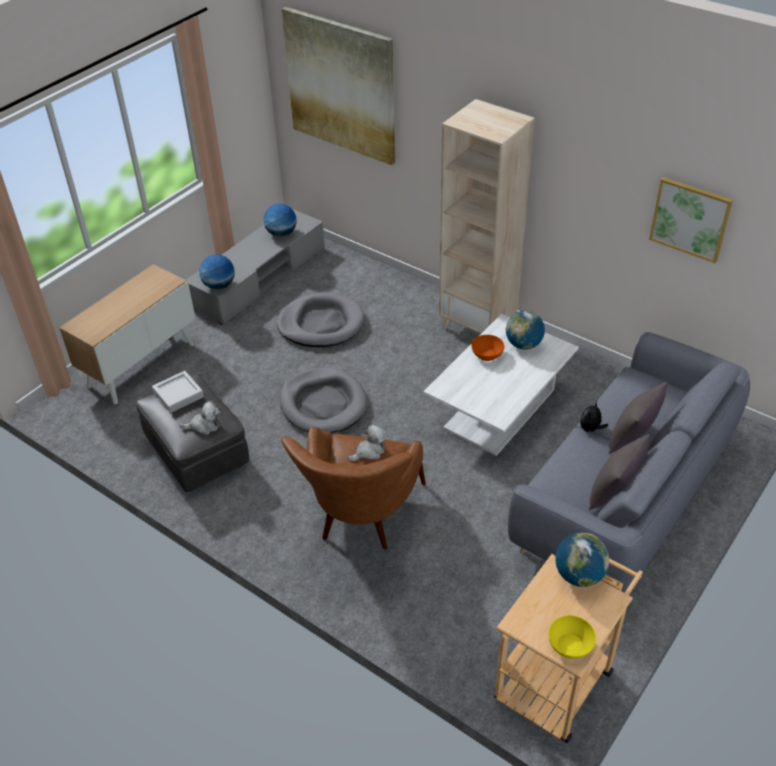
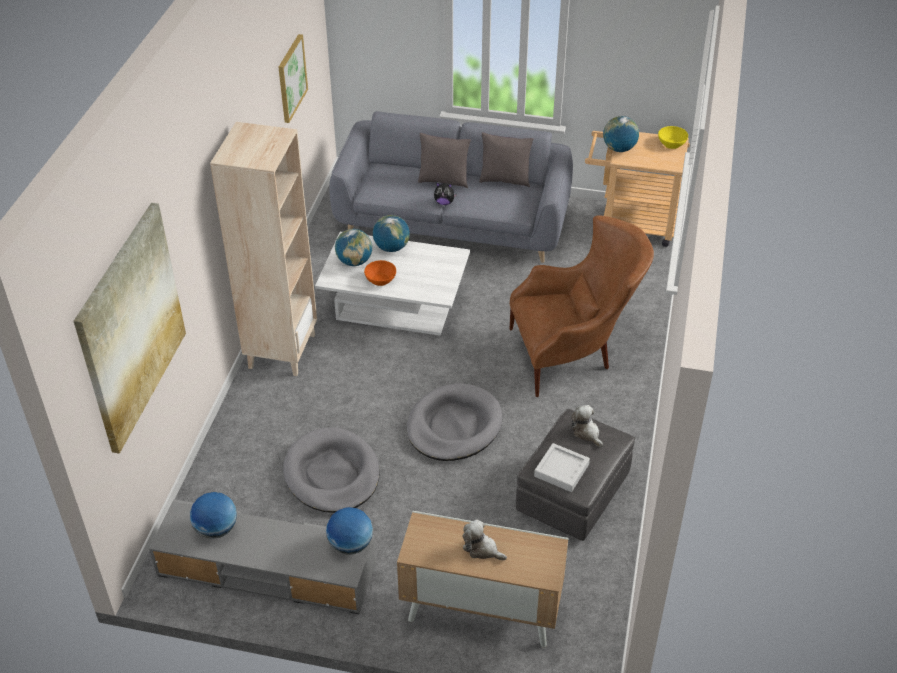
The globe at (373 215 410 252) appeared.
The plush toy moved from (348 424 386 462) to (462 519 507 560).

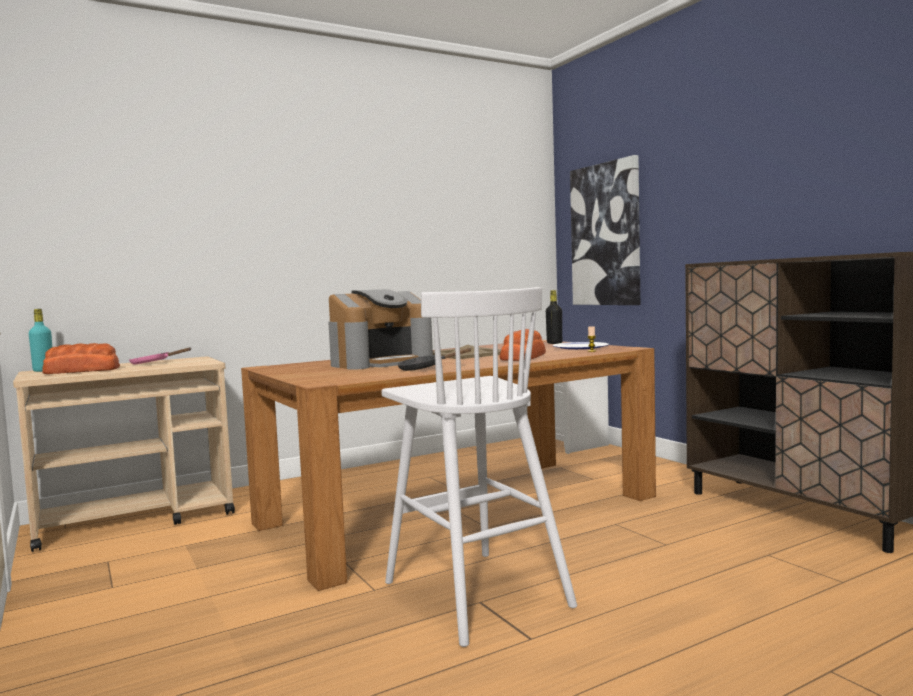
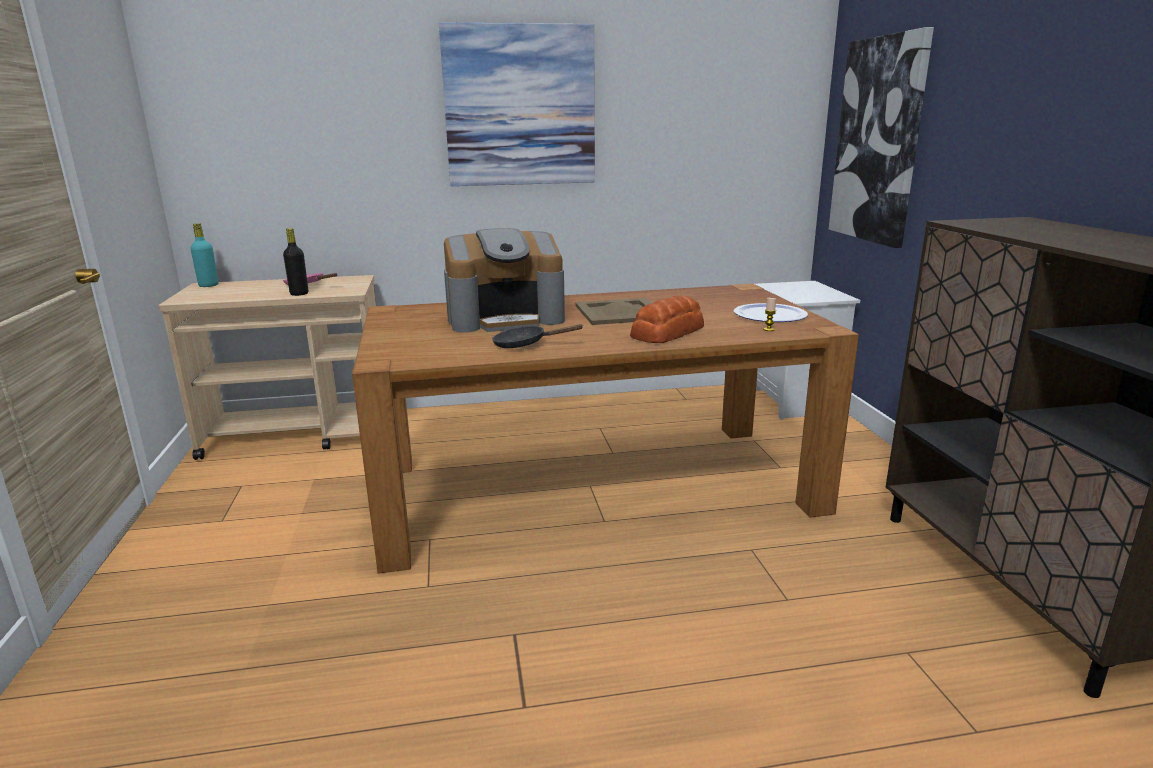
The bread at (42 343 120 374) disappeared.
The stool (white) at (381 287 577 647) disappeared.
The picture at (439 22 595 186) appeared.
The bottle (black) moved from (546 290 562 344) to (283 228 308 296).

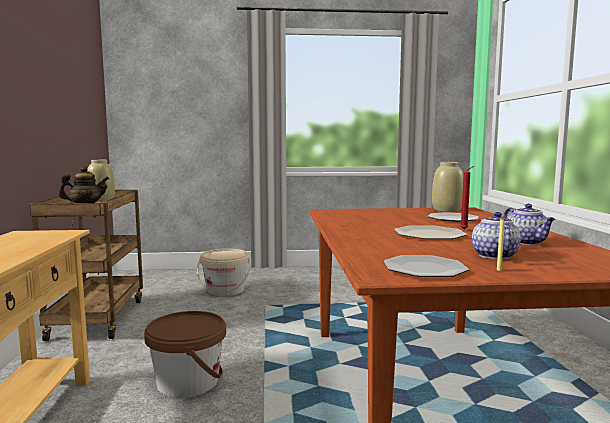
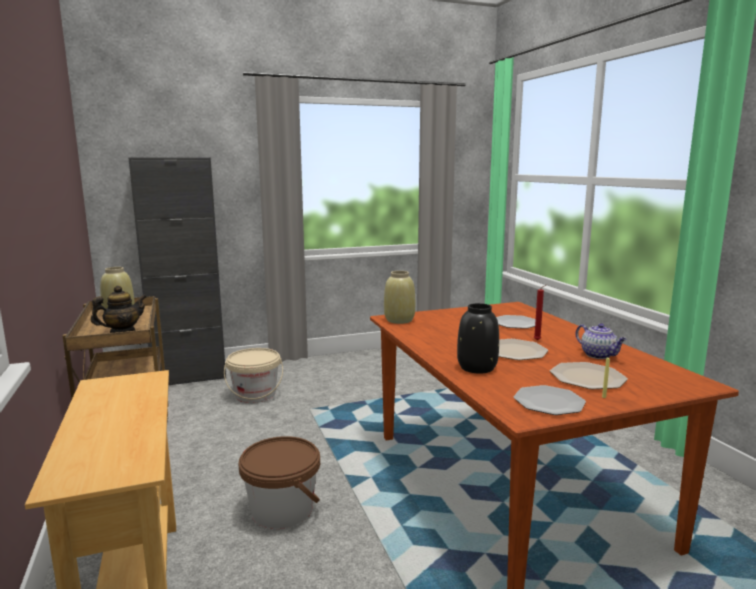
The cabinet (black) at (128 157 226 385) appeared.
The vase (black) at (457 303 499 374) appeared.
The vase (beige) moved from (432 162 463 212) to (384 271 415 324).
The teapot at (472 212 521 259) was replaced by the plate at (550 362 628 389).

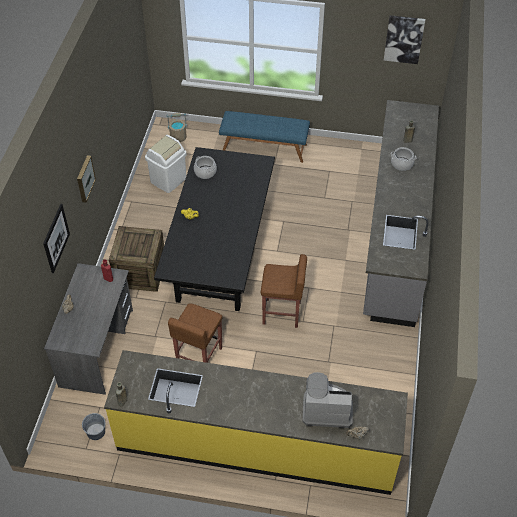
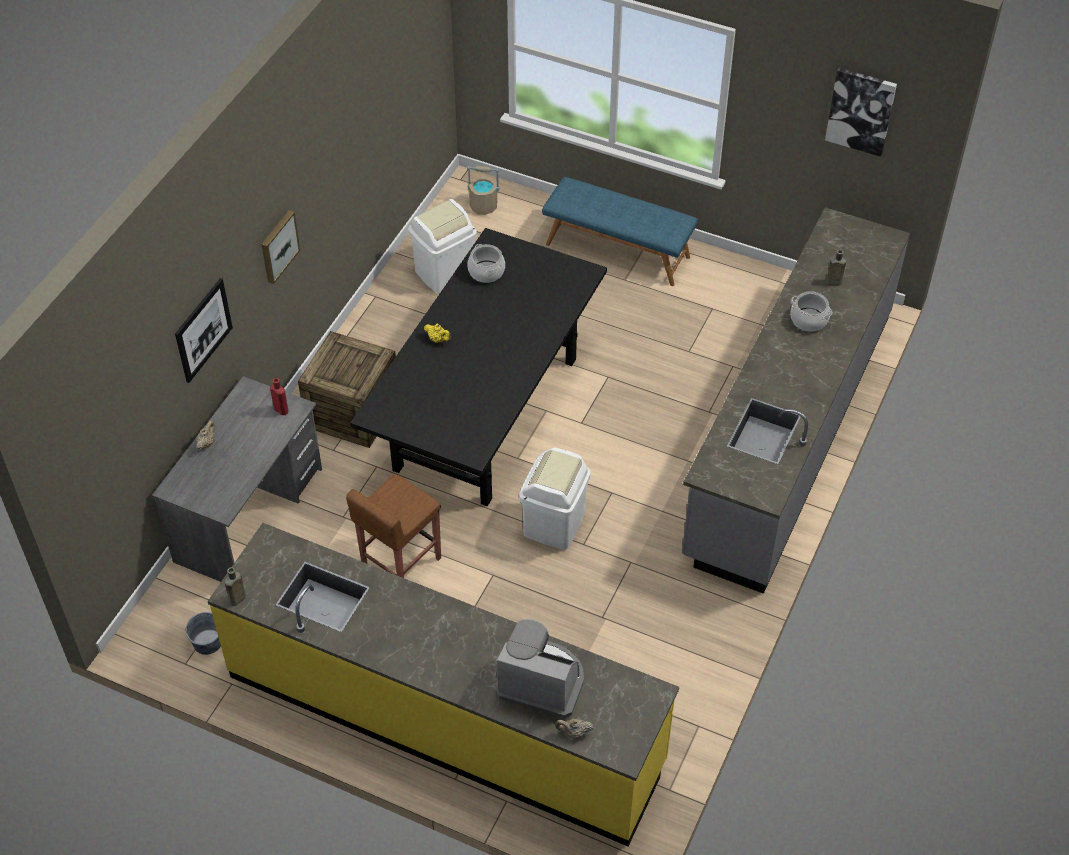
The stool (brown) at (261 254 307 328) was replaced by the trash can (white) at (519 448 591 550).

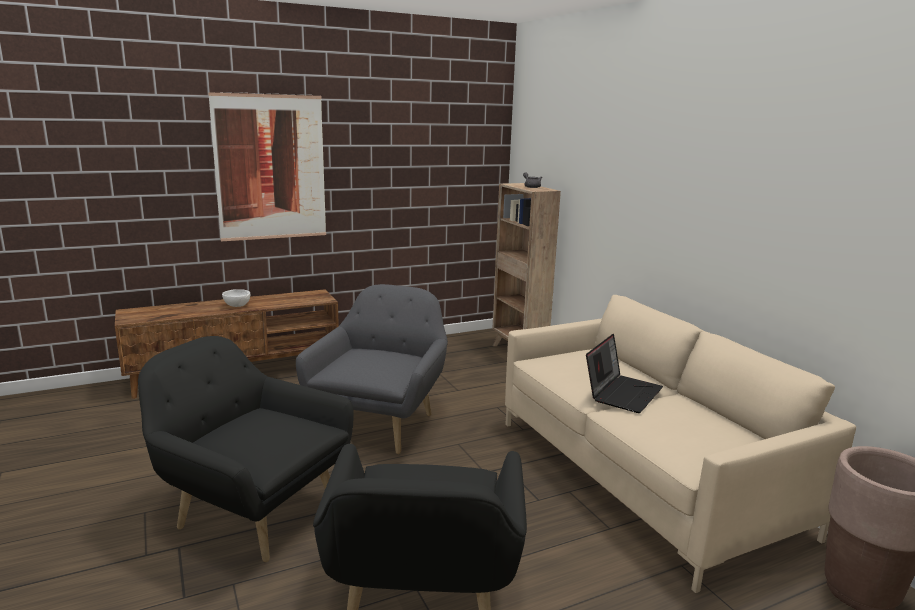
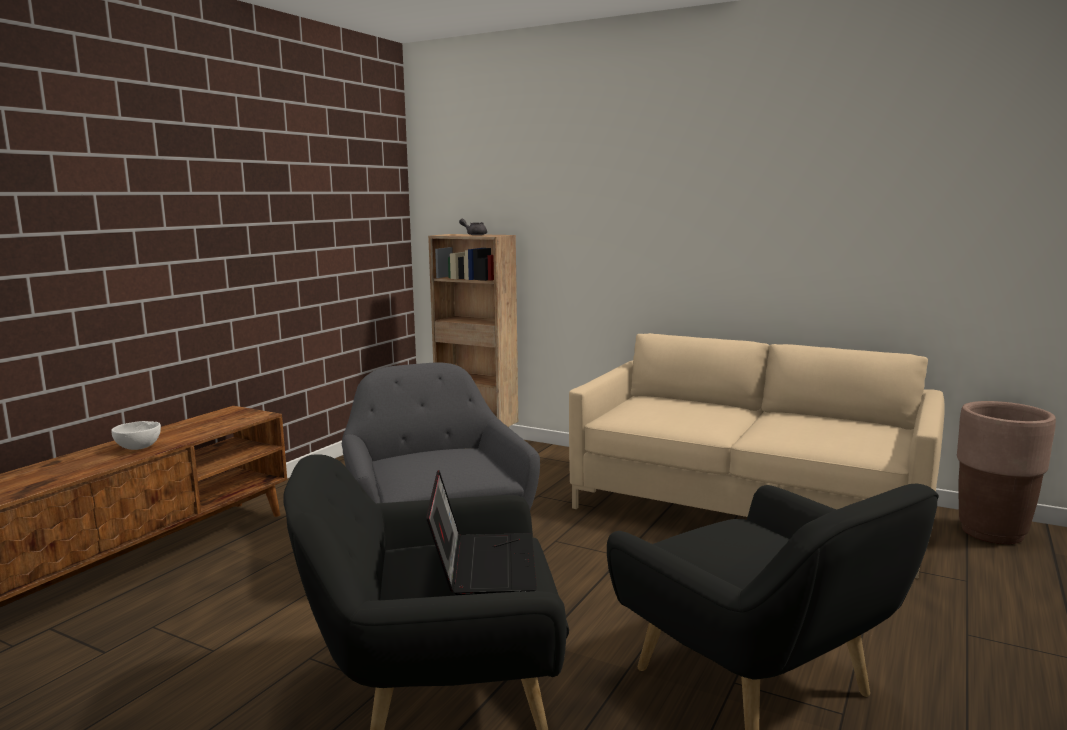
The picture at (208 92 326 241) disappeared.
The laptop moved from (586 334 663 413) to (426 470 537 595).

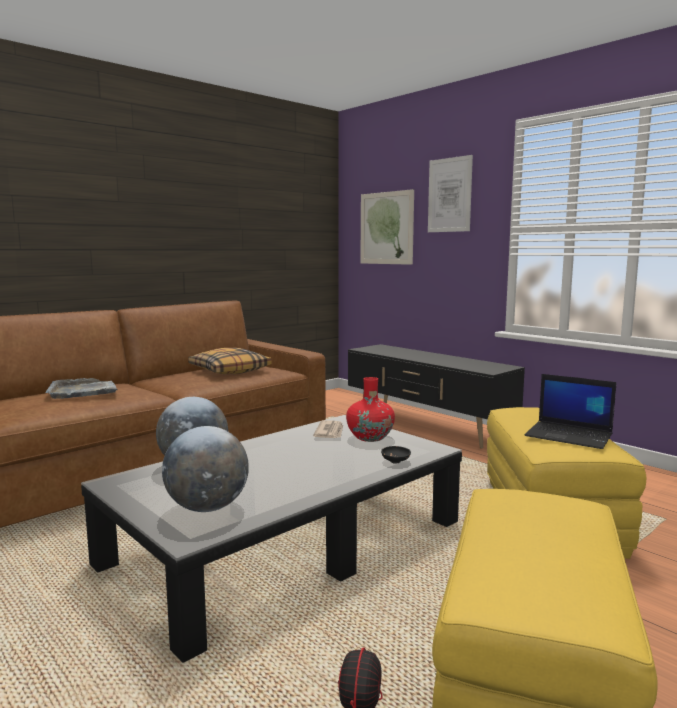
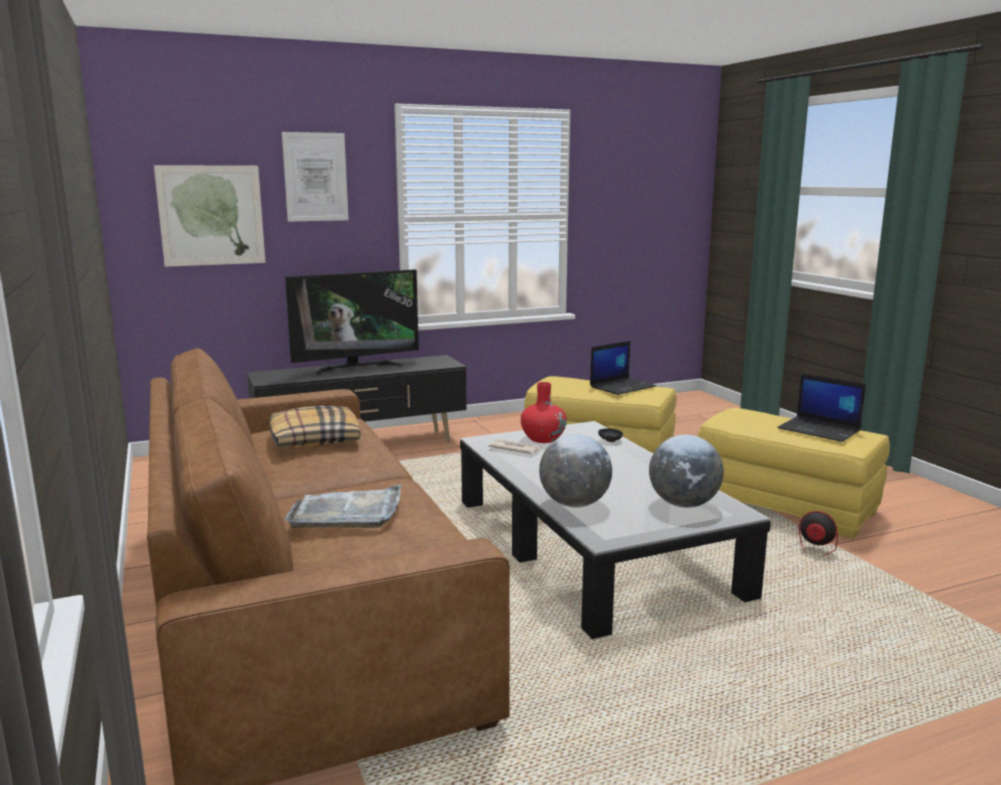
The television at (285 269 419 376) appeared.
The laptop at (777 373 866 442) appeared.

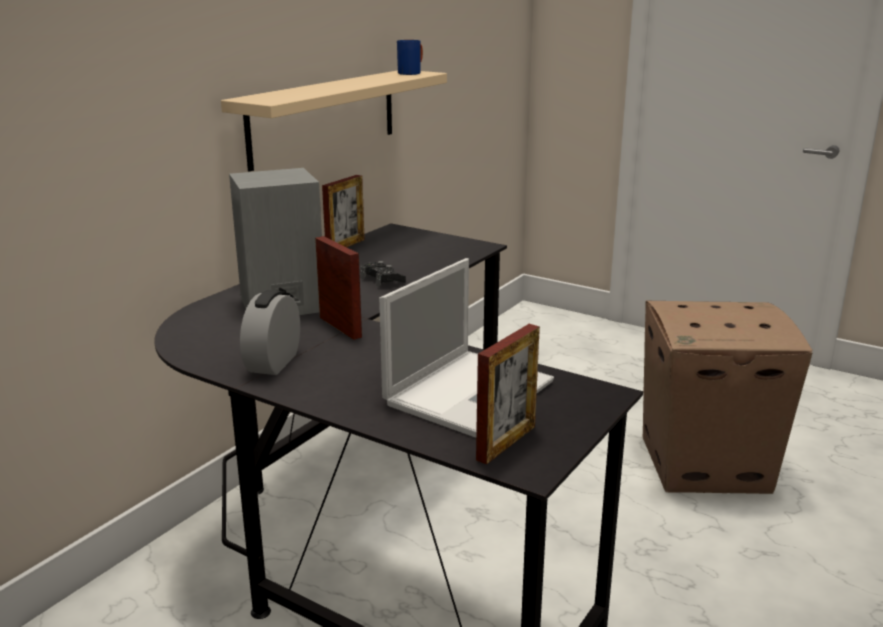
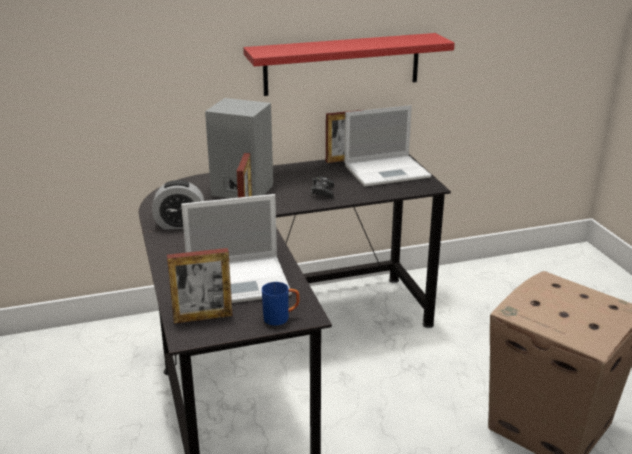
The laptop at (344 105 431 187) appeared.
The mug (blue) moved from (397 40 423 75) to (262 282 300 325).
The shelf (beige) at (221 70 447 172) became the shelf (red) at (243 33 455 96).
The alarm clock at (240 290 300 375) turned 150 degrees counterclockwise.

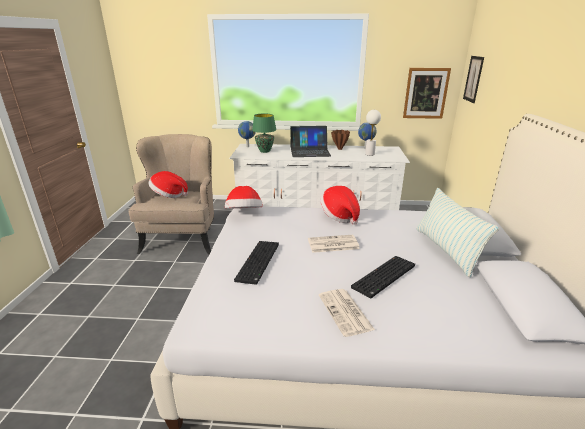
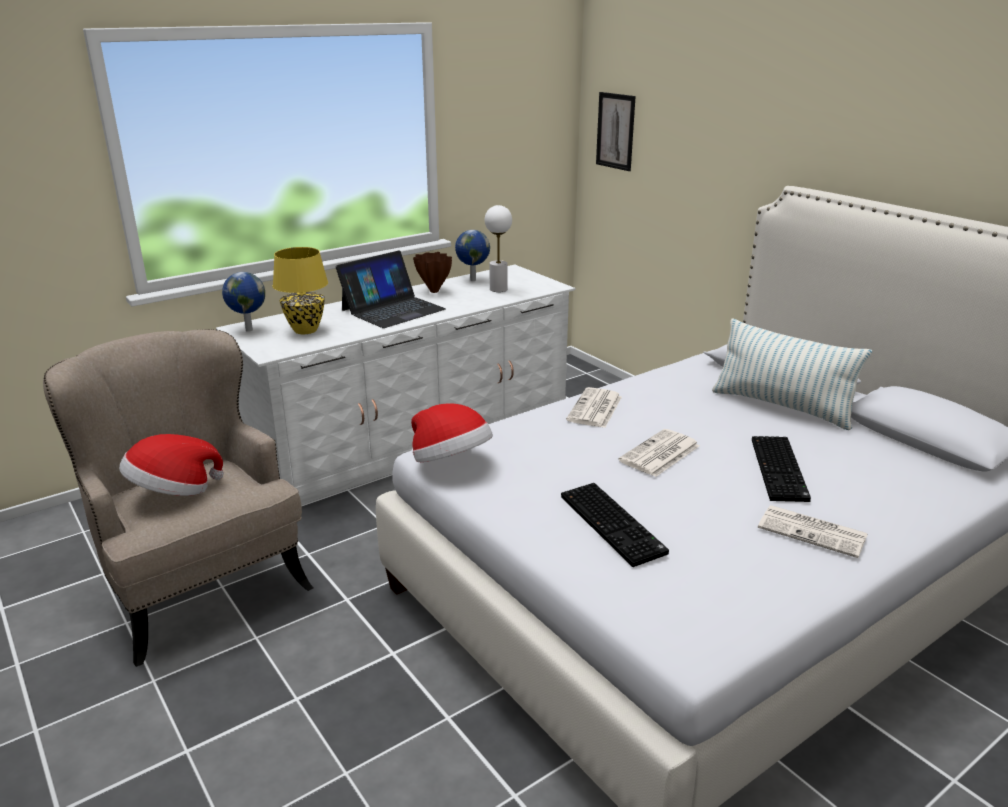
The picture at (403 68 451 119) disappeared.
The hat at (320 186 360 225) was replaced by the newspaper at (566 387 622 428).
The table lamp (green) at (252 113 276 153) became the table lamp (yellow) at (273 247 328 334).

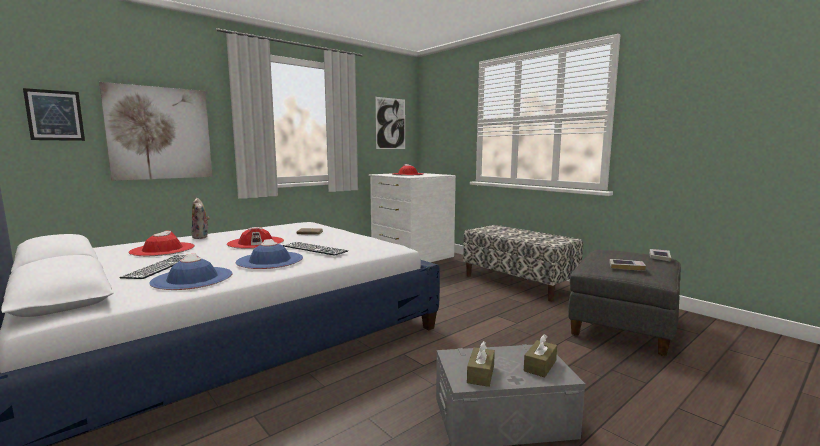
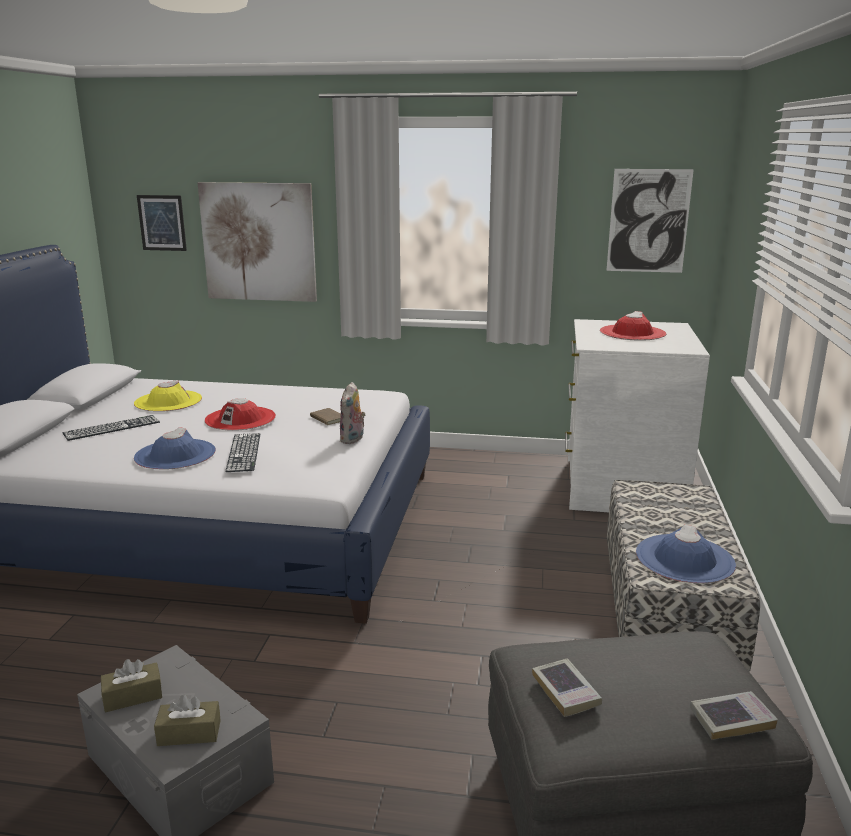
The hat (blue) moved from (149 254 232 290) to (636 525 736 584).
The plush toy moved from (191 198 210 239) to (340 382 365 444).
The hat (red) at (129 231 195 256) became the hat (yellow) at (134 380 202 412).

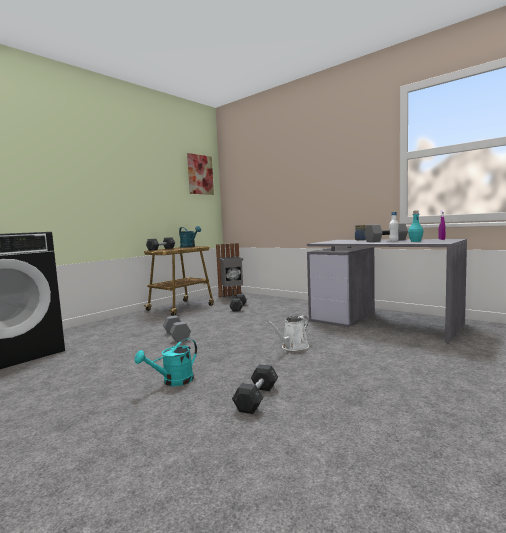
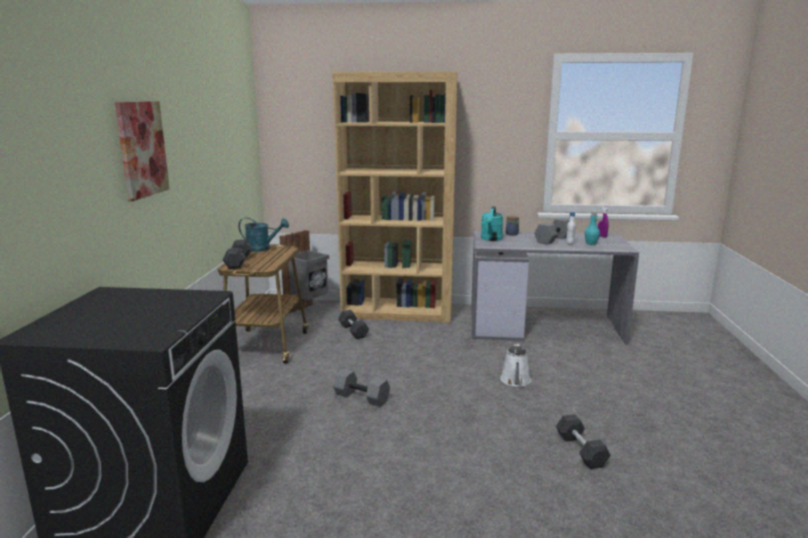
The bookcase (brown) at (332 71 458 323) appeared.
The watering can (turquoise) moved from (135 338 197 386) to (481 206 503 241).
The picture moved from (187 153 214 195) to (115 101 170 201).

